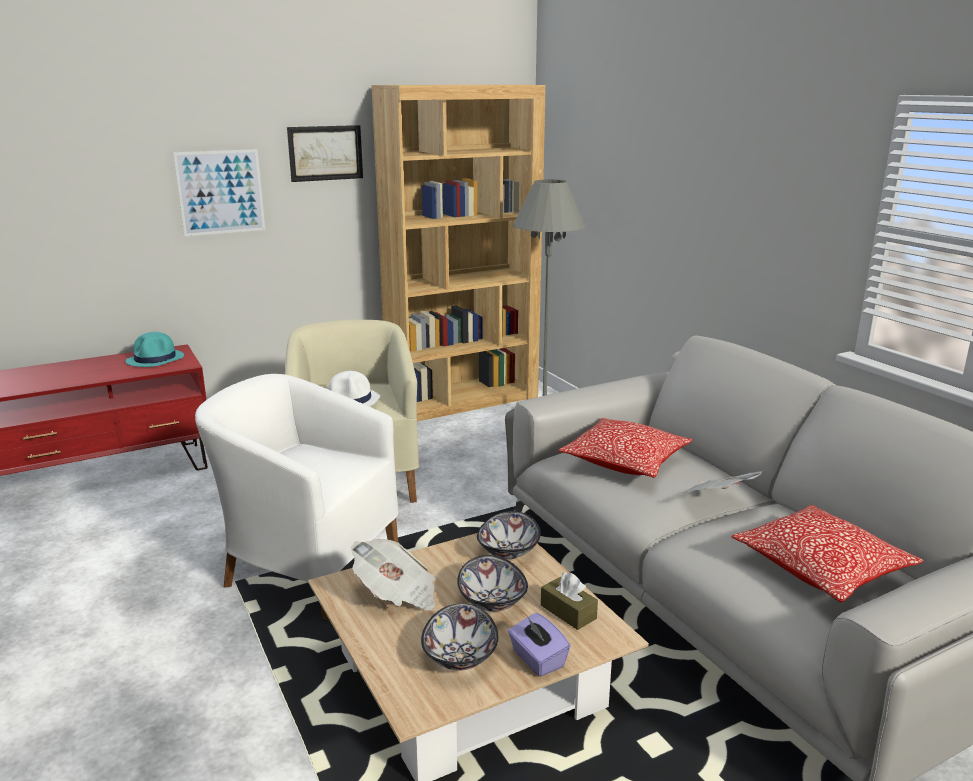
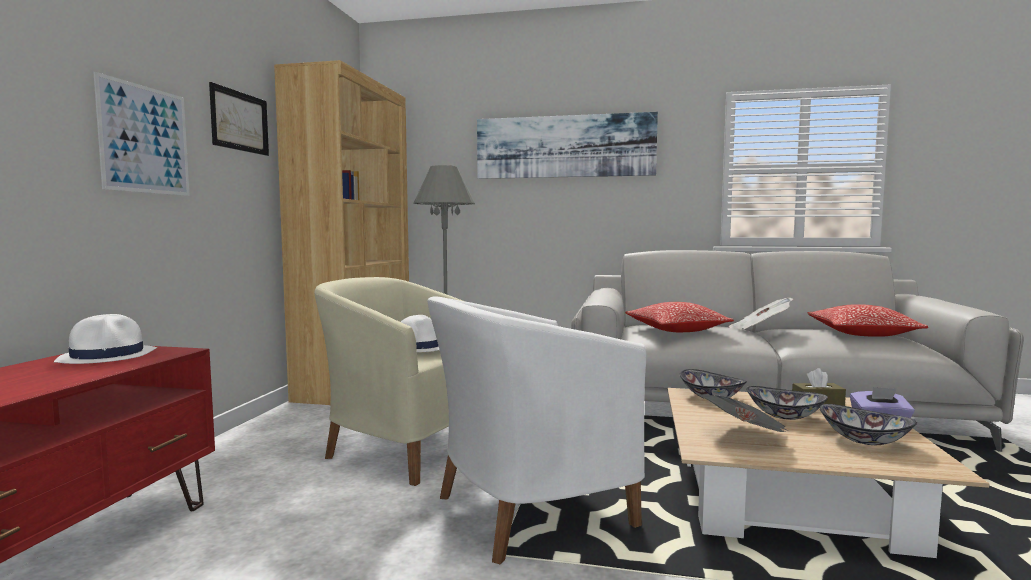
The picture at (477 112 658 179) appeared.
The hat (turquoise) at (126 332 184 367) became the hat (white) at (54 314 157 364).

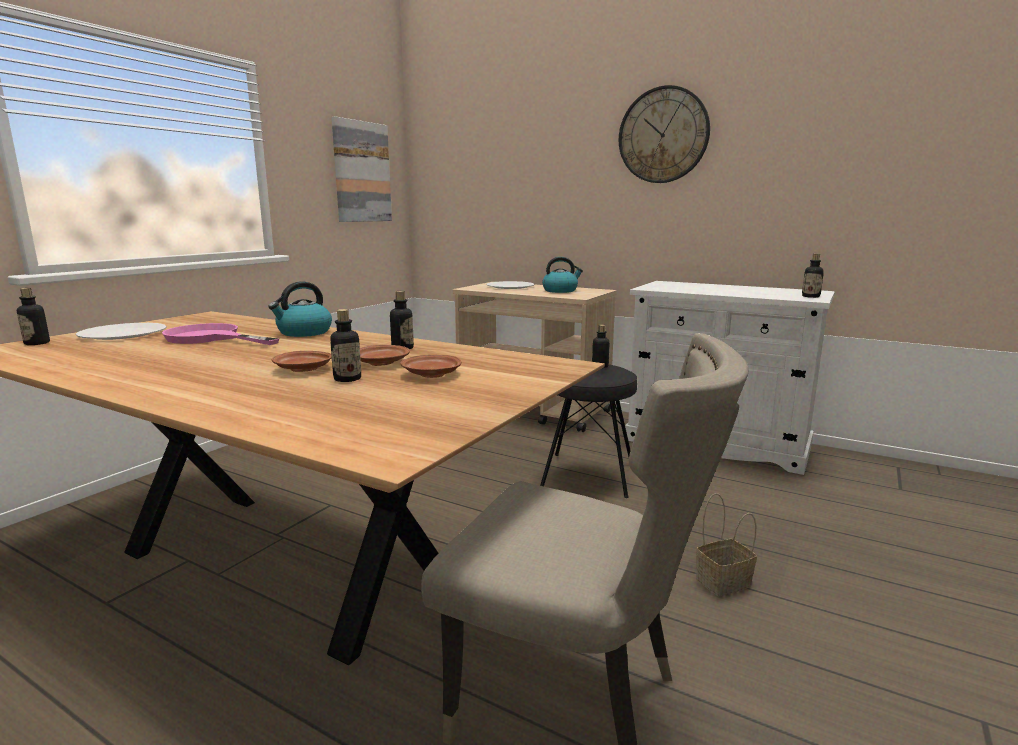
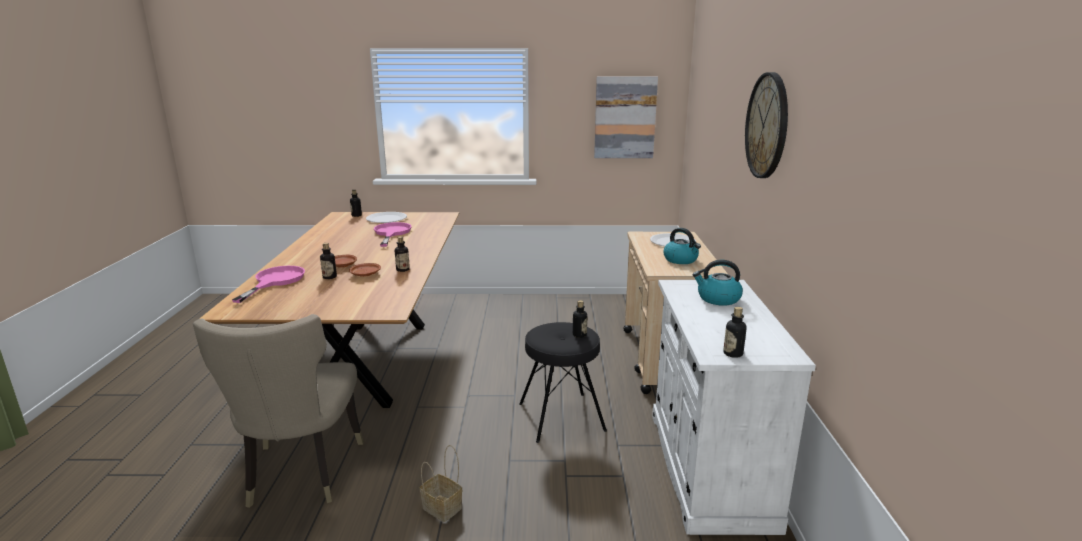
The plate (brown) at (401 355 461 378) disappeared.
The frying pan (pink) at (232 266 305 303) appeared.
The kettle moved from (268 281 332 337) to (693 260 743 306).

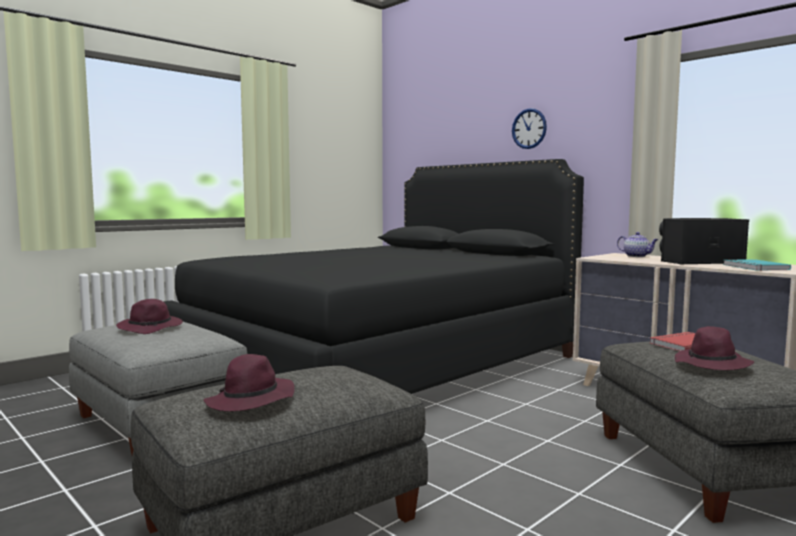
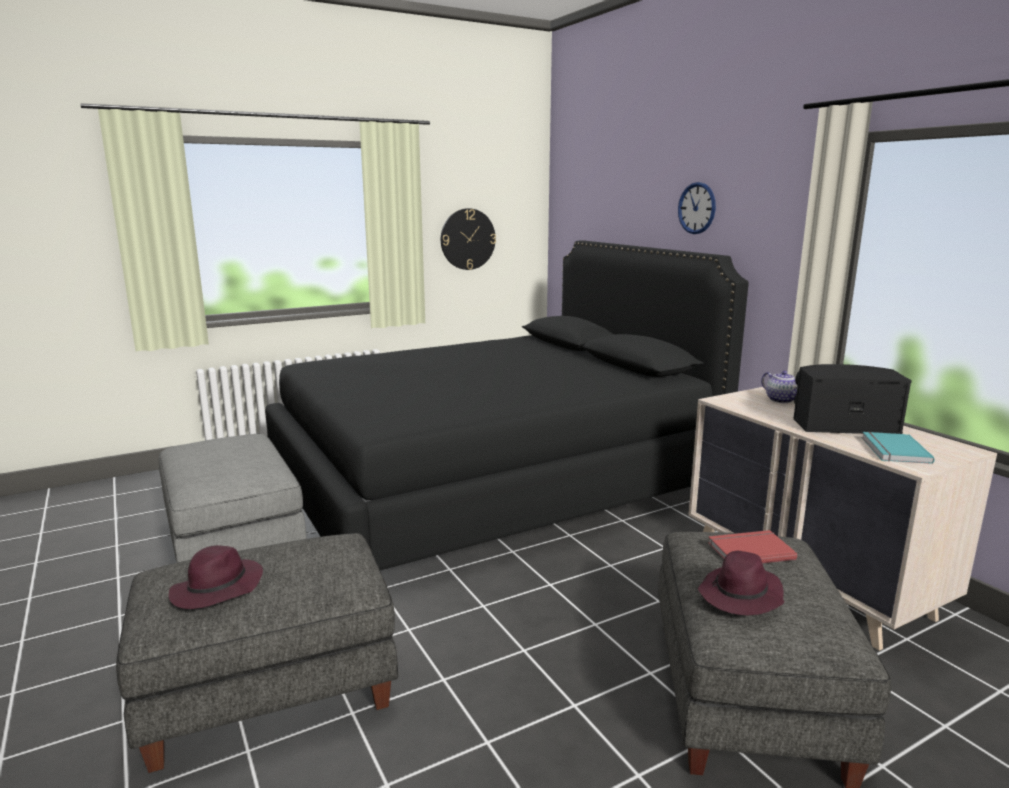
The hat (purple) at (116 299 183 334) disappeared.
The wall clock at (441 208 496 270) appeared.

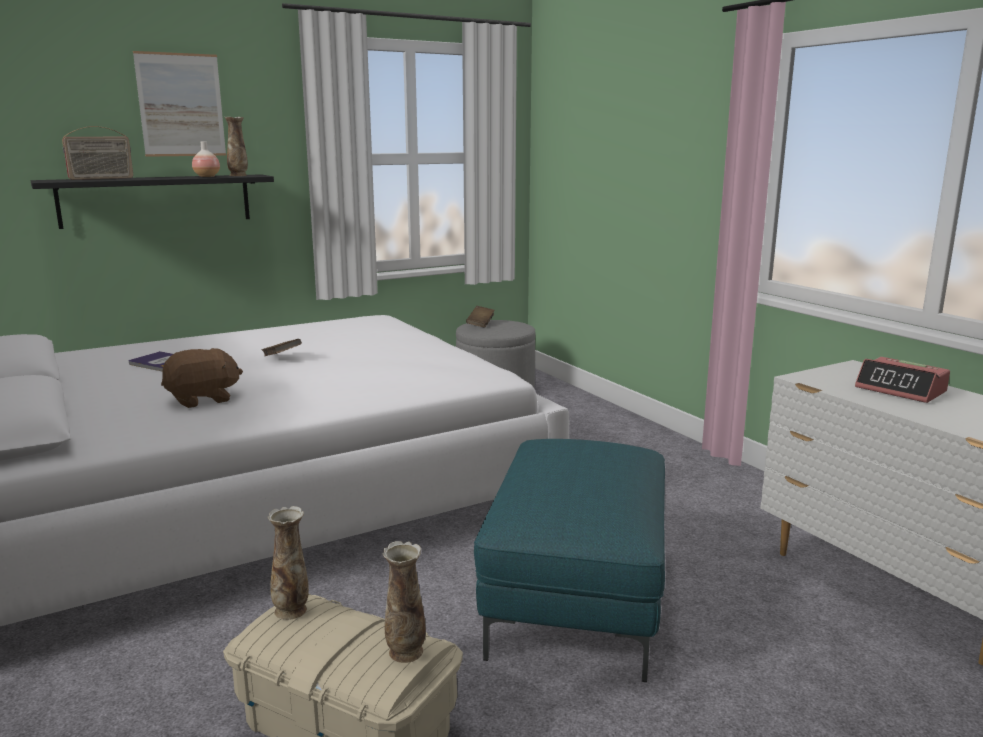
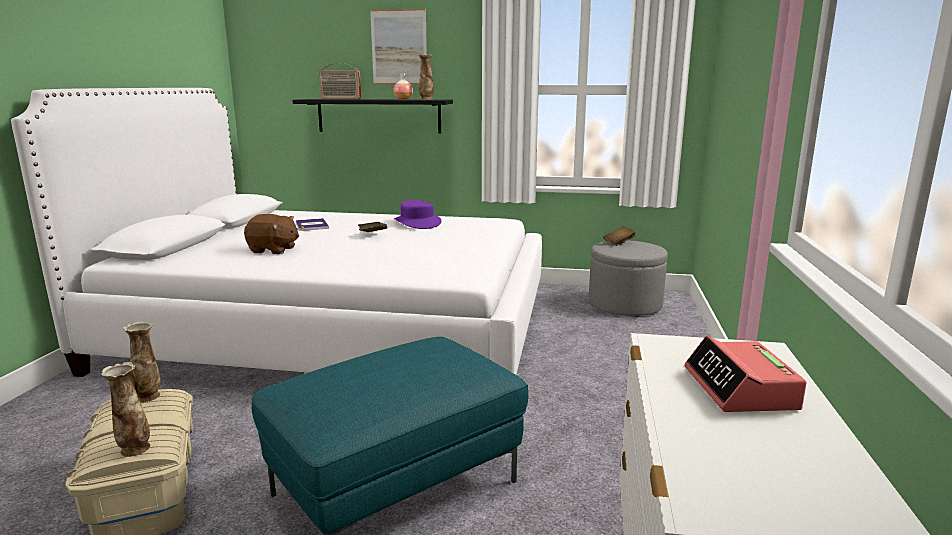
The hat (purple) at (394 200 442 229) appeared.

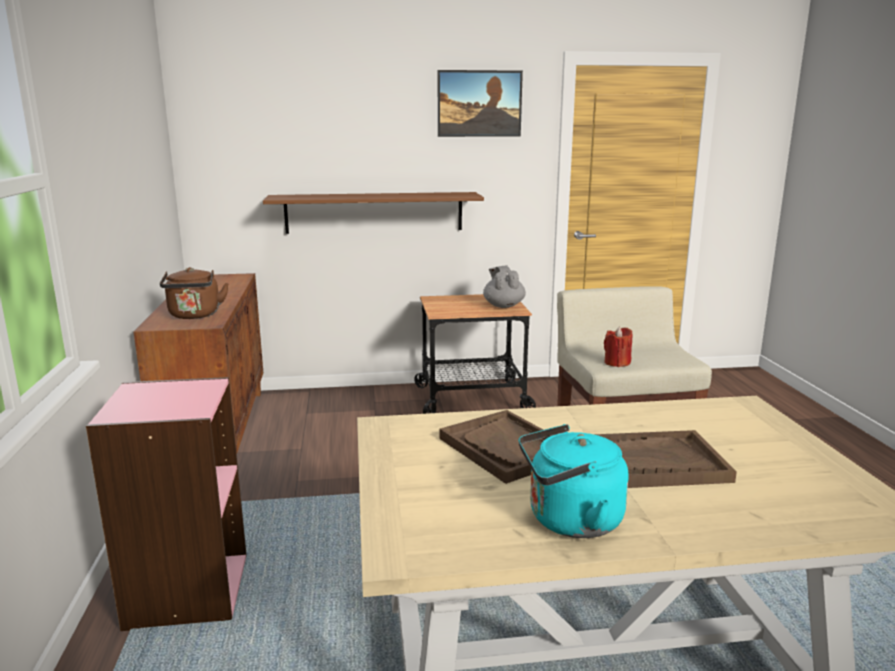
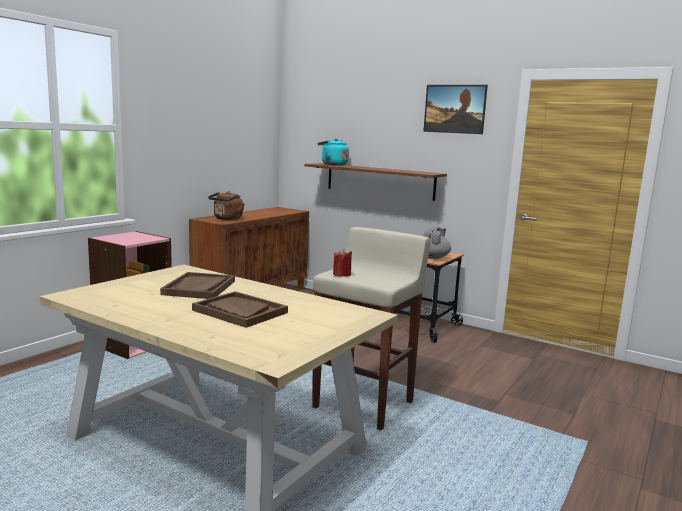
The kettle (turquoise) moved from (519 424 629 538) to (317 139 349 166).

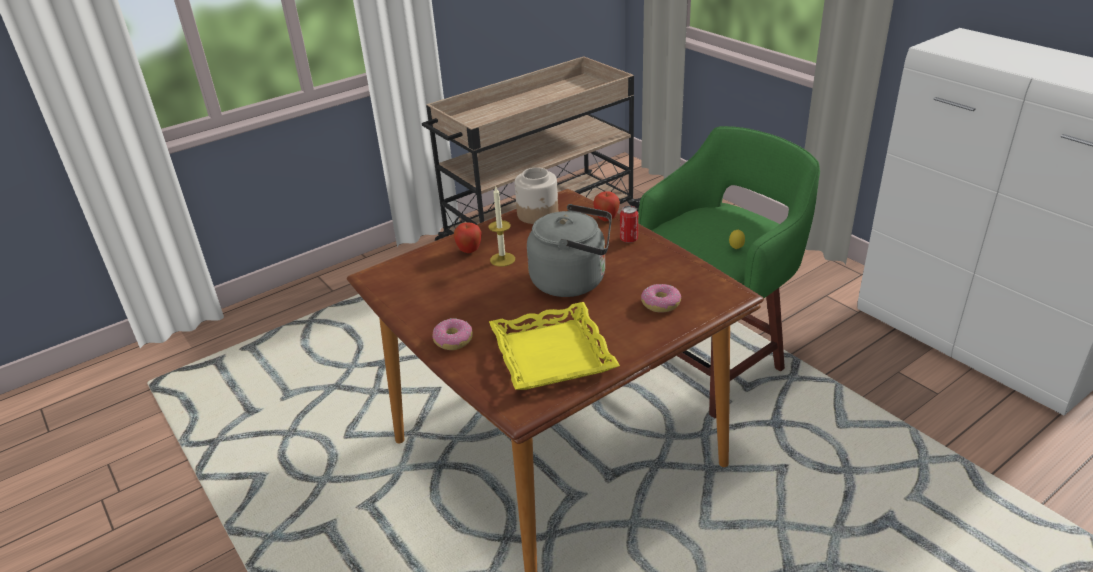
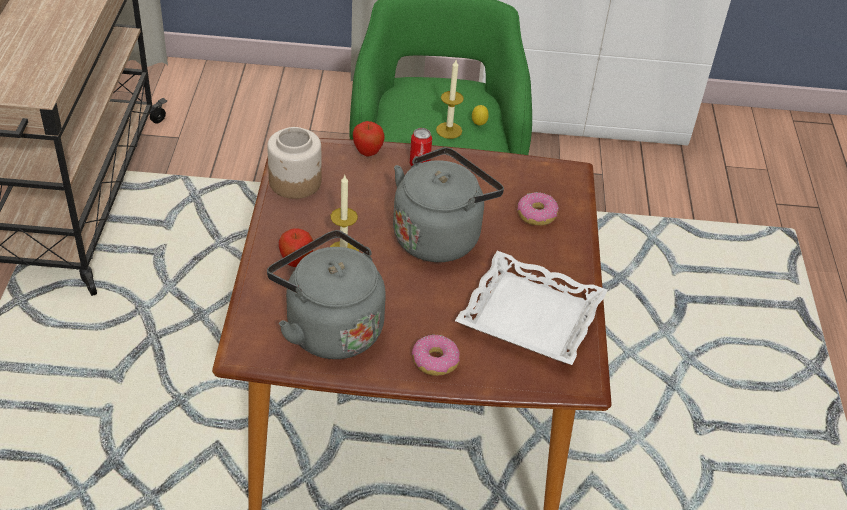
The kettle (grey) at (267 230 386 359) appeared.
The candle at (436 60 464 139) appeared.
The tray (yellow) at (489 302 620 390) became the tray (white) at (455 251 608 365).

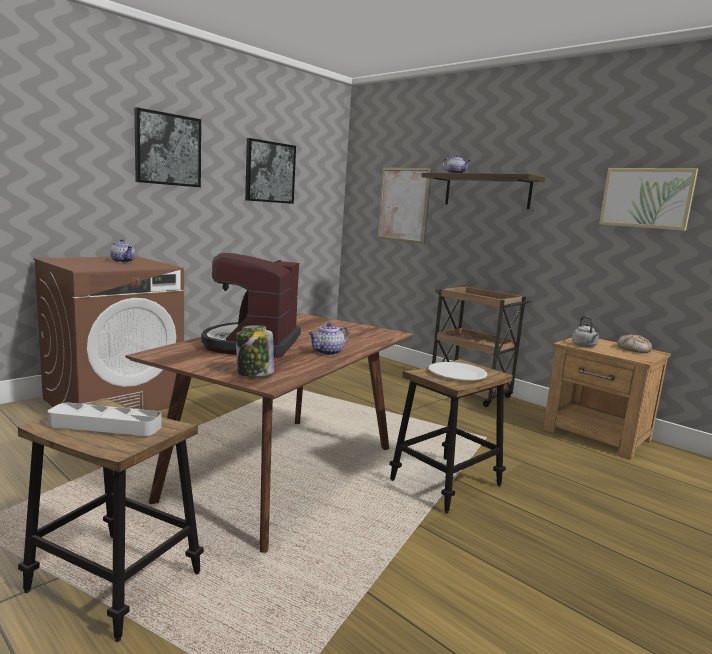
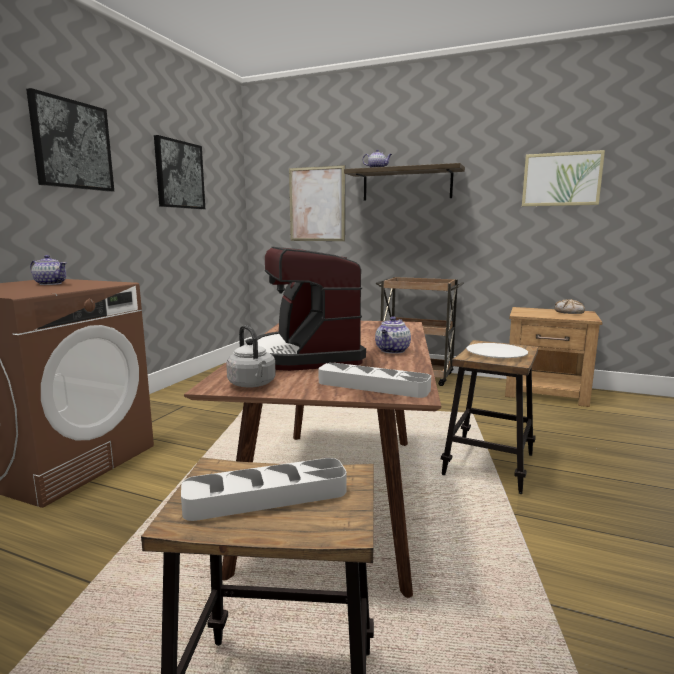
The kettle (grey) moved from (572 316 599 347) to (226 325 276 388).
The jar at (236 325 274 377) was replaced by the tray (grey) at (319 363 431 398).

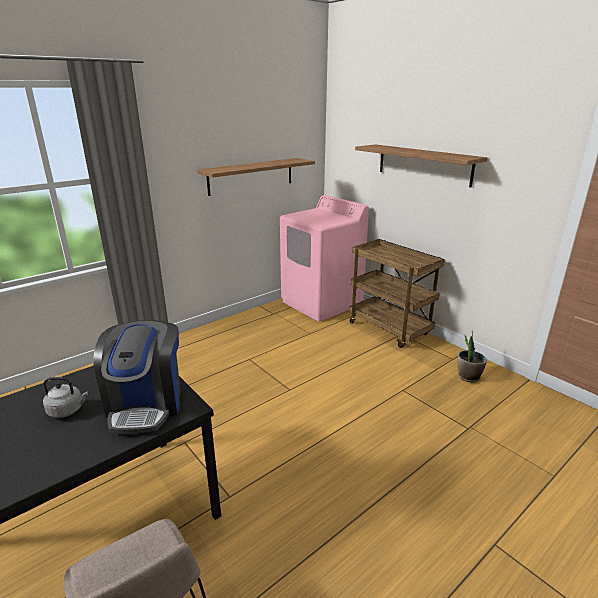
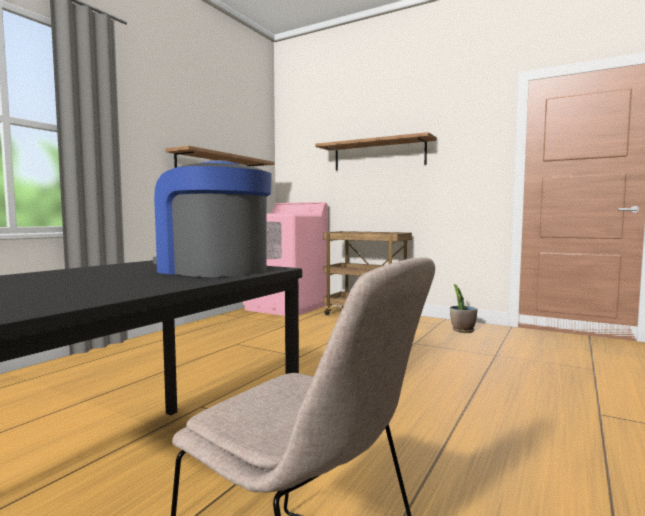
The kettle (grey) at (43 377 88 418) disappeared.
The coffee machine at (93 320 180 434) turned 150 degrees clockwise.

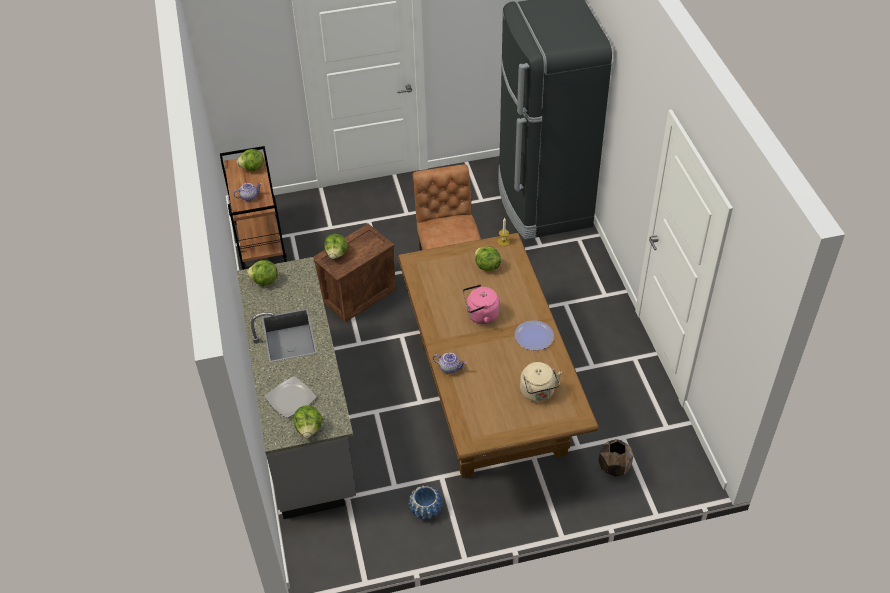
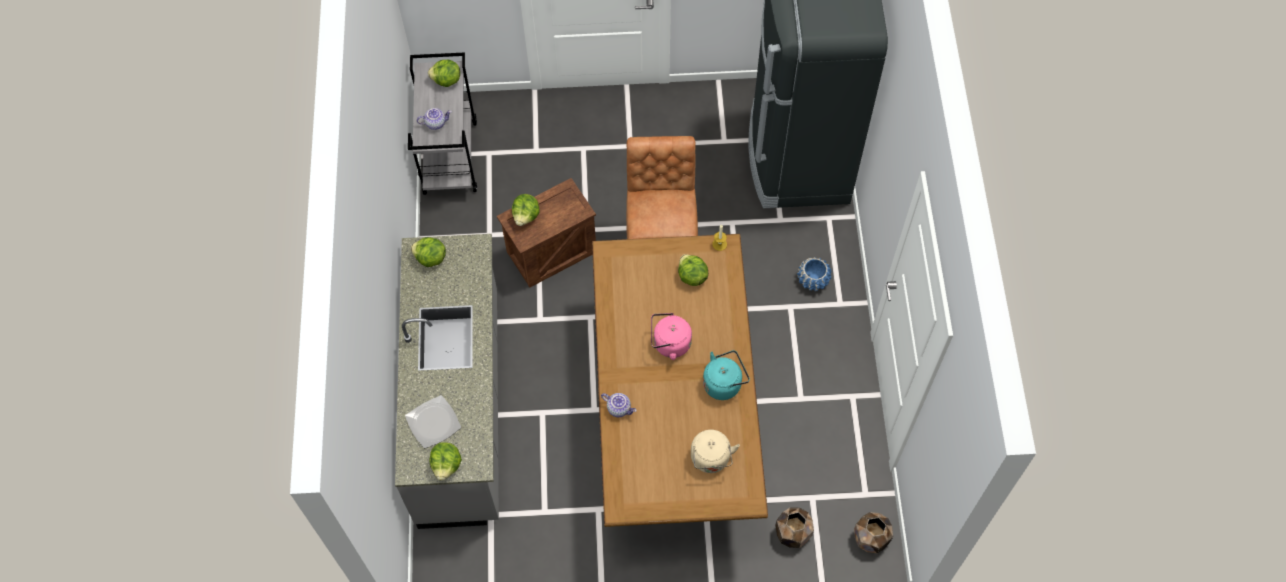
The planter (brown) at (854 512 893 553) appeared.
The planter (blue) moved from (409 485 442 519) to (797 257 832 291).
The plate at (515 320 554 350) was replaced by the kettle (turquoise) at (703 350 750 400).
The cart (brown) at (220 146 287 270) became the cart (grey) at (408 52 477 195).

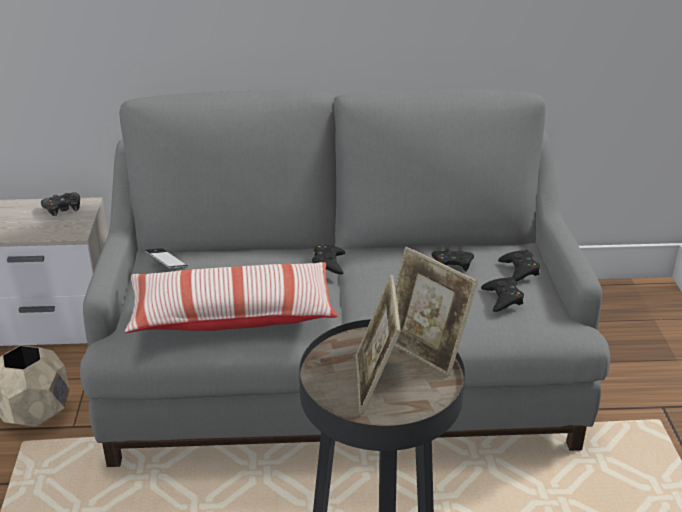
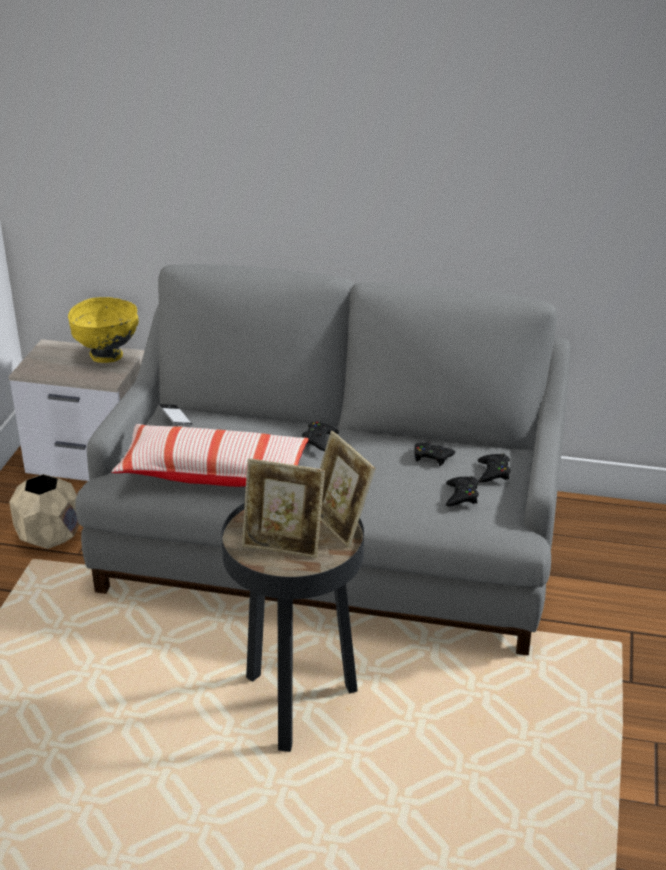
The game controller (black) at (41 192 80 216) was replaced by the bowl (yellow) at (68 297 138 363).
The picture frame at (356 275 401 414) turned 90 degrees counterclockwise.

